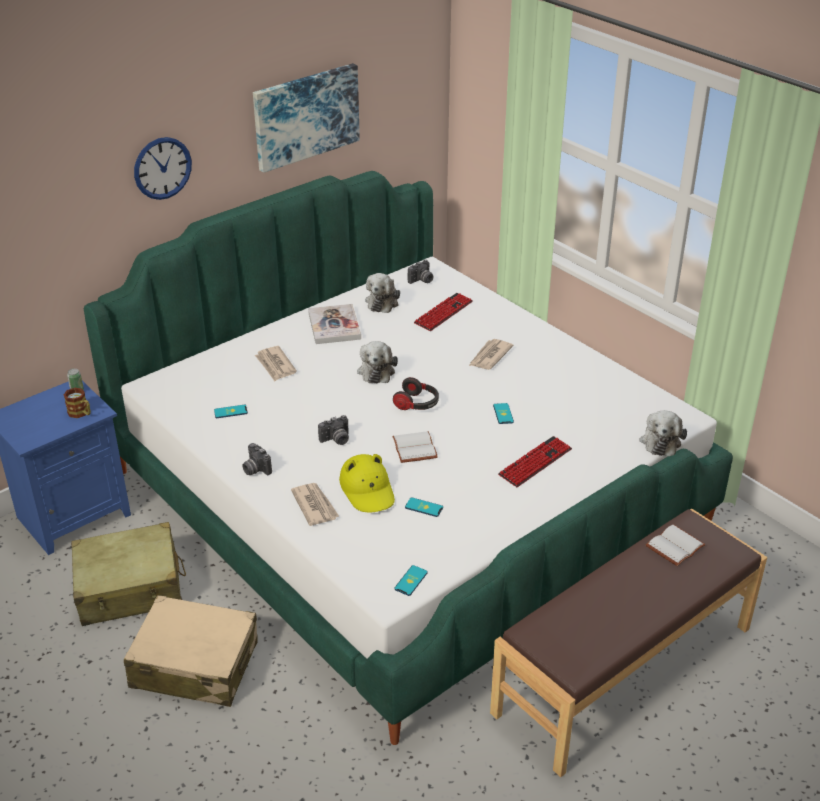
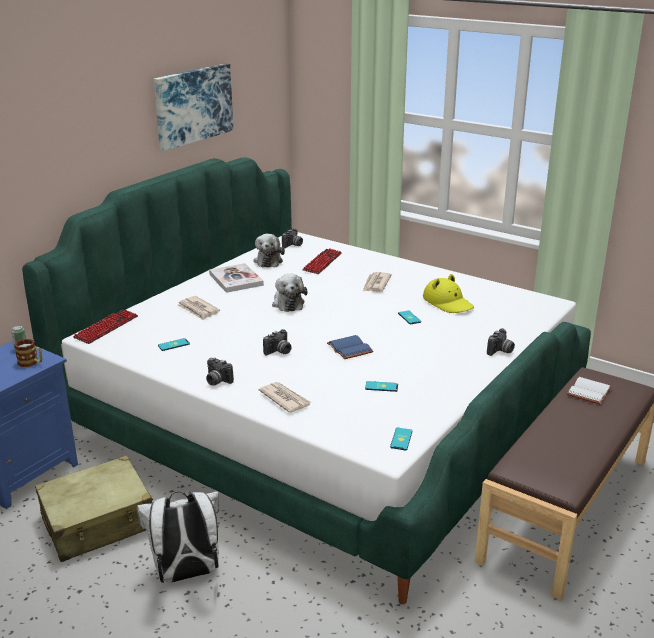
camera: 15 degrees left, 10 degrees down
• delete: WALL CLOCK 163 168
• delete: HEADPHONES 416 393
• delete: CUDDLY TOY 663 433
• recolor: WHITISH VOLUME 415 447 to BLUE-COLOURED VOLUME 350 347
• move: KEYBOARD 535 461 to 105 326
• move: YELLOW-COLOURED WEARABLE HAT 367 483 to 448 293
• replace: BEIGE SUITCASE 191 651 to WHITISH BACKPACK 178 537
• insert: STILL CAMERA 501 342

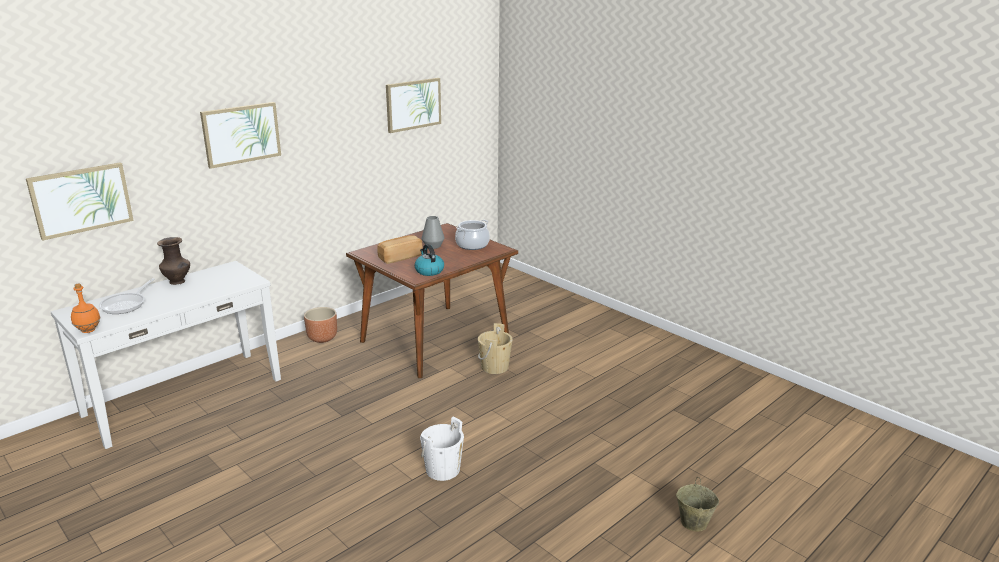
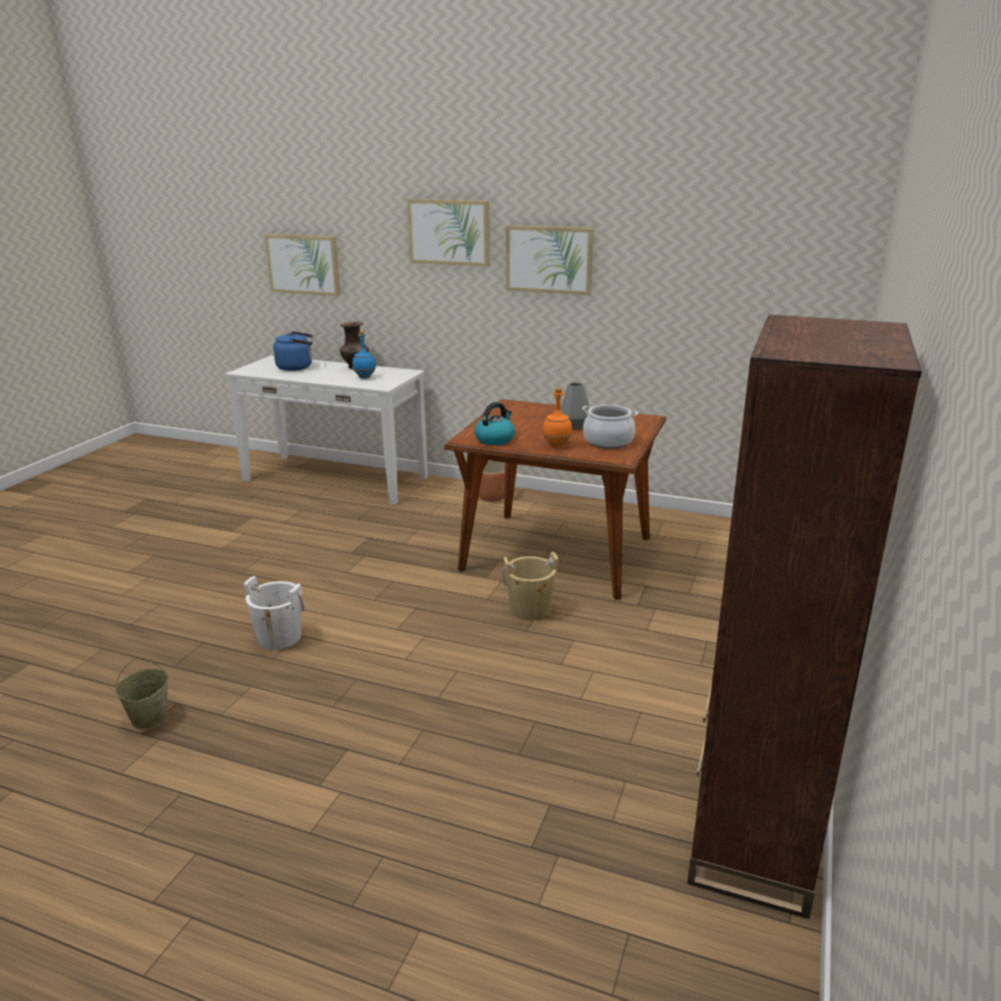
camera: 65 degrees right, 0 degrees up
• move: WALL ART 413 105 to 550 260
• delete: BREAD 400 249
• replace: FRYING PAN 127 296 to BLUE-COLOURED TEA KETTLE 293 351
• move: ORANGE-COLOURED BOTTLE 85 308 to 557 417
• move: BEIGE WATER BUCKET 697 504 to 141 693
• insert: BROWN-COLOURED BOOKSHELF 804 616
• insert: BLUE-COLOURED BOTTLE 364 355

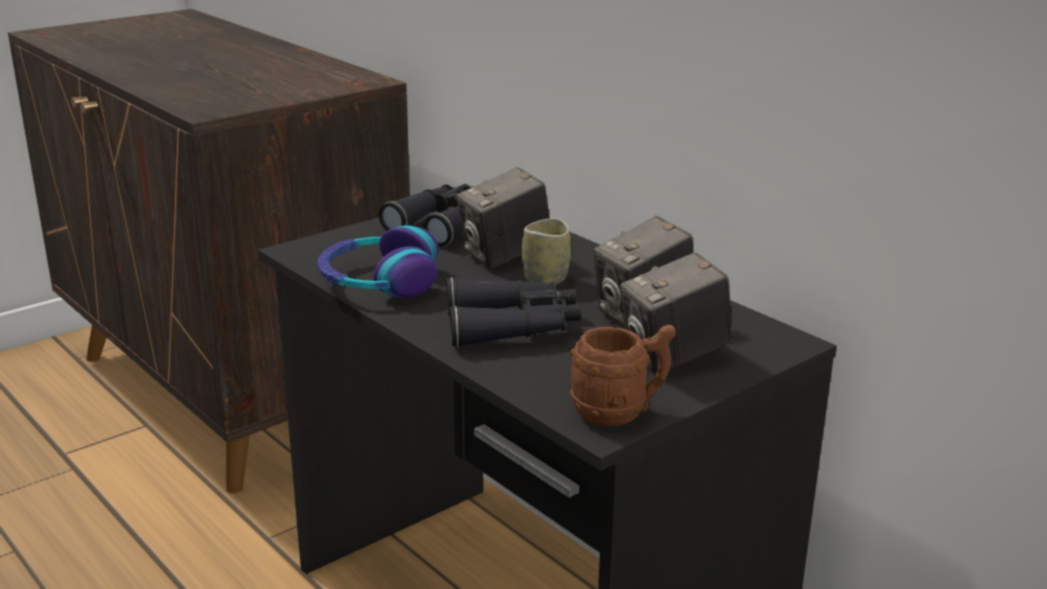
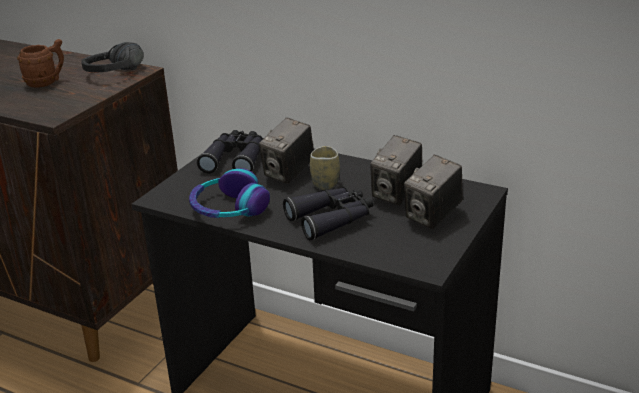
camera: 20 degrees left, 5 degrees up
• move: BROWN-COLOURED TEA MUG 623 375 to 40 63
• insert: BLACKISH HEADPHONES 112 57

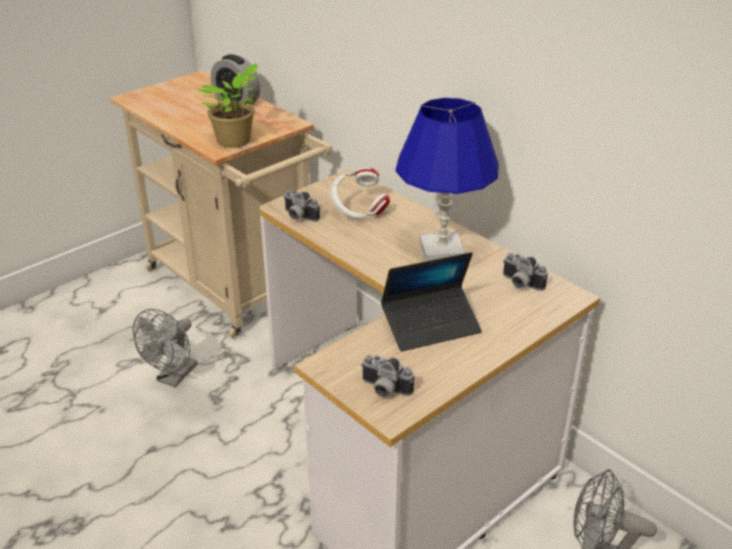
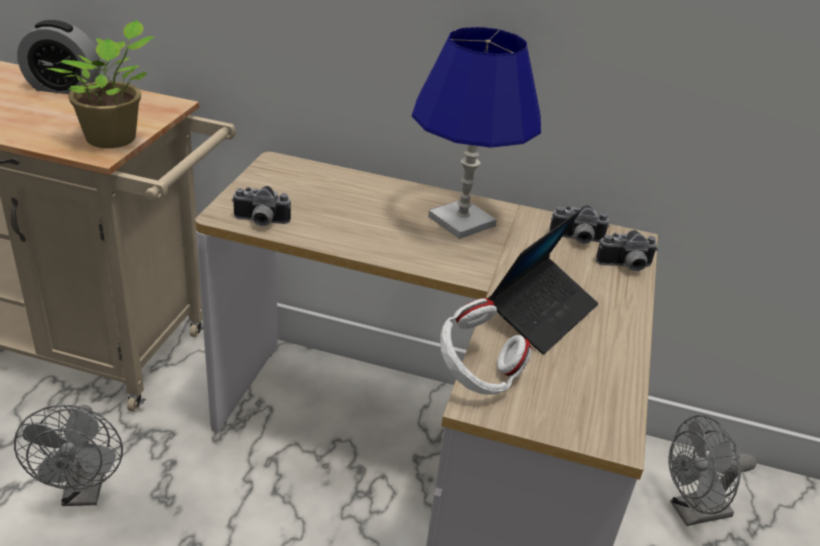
camera: 35 degrees left, 0 degrees up
• move: WHITISH HEADPHONES 360 193 to 486 346
• move: STILL CAMERA 387 376 to 627 251

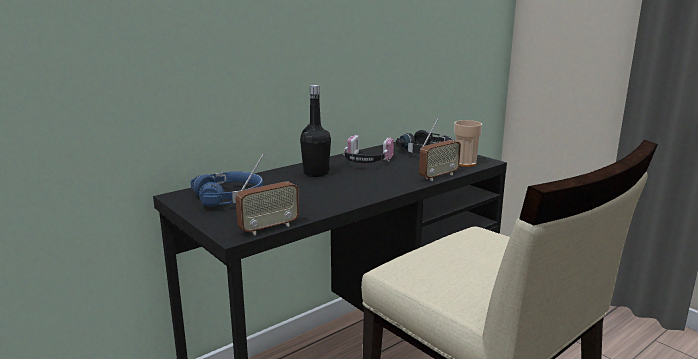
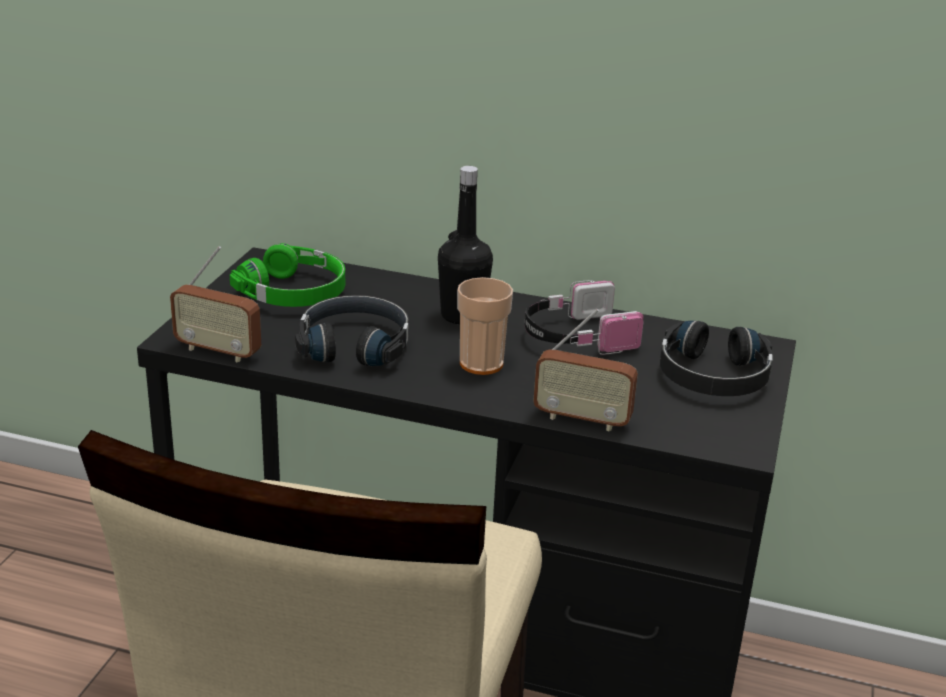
camera: 55 degrees right, 10 degrees up
• move: CUP 468 143 to 485 326
• recolor: BLUE-COLOURED HEADPHONES 227 189 to GREEN-COLOURED HEADPHONES 287 275
• insert: BLACKISH HEADPHONES 352 330

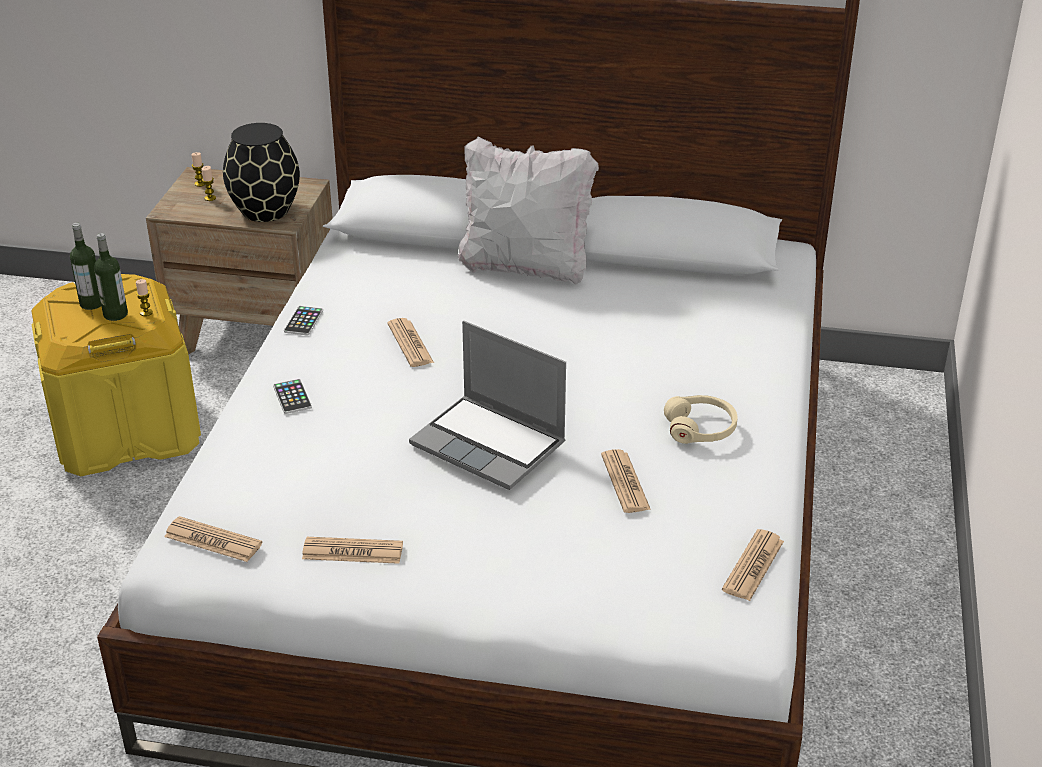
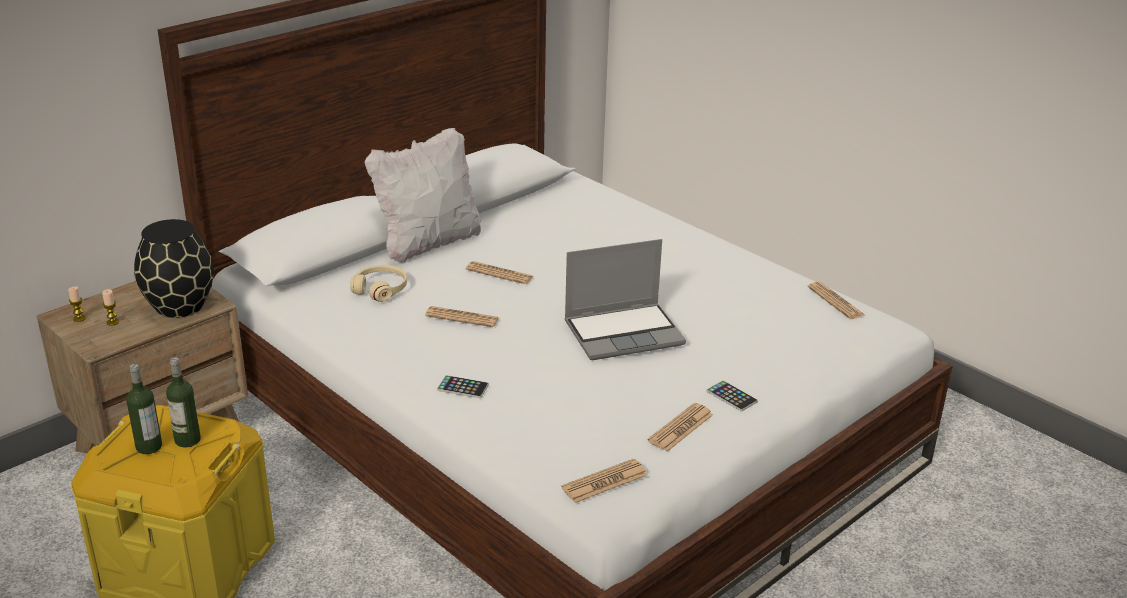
camera: 55 degrees left, 5 degrees down
• delete: WAX CANDLE 144 297
• move: TELEPHONE 303 321 to 732 396
• move: BEIGE HEADPHONES 701 419 to 378 283
• move: DAILY PAPER 626 481 to 500 272

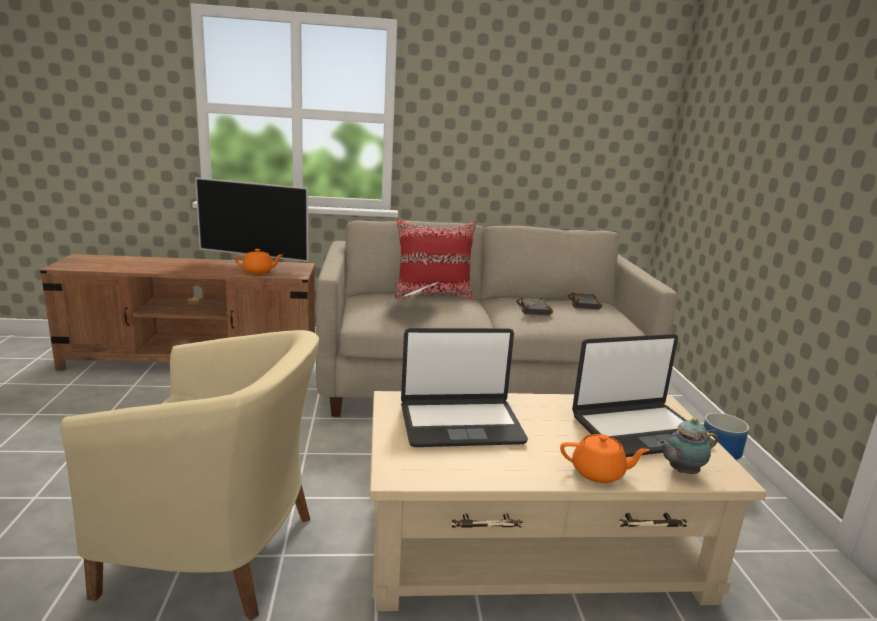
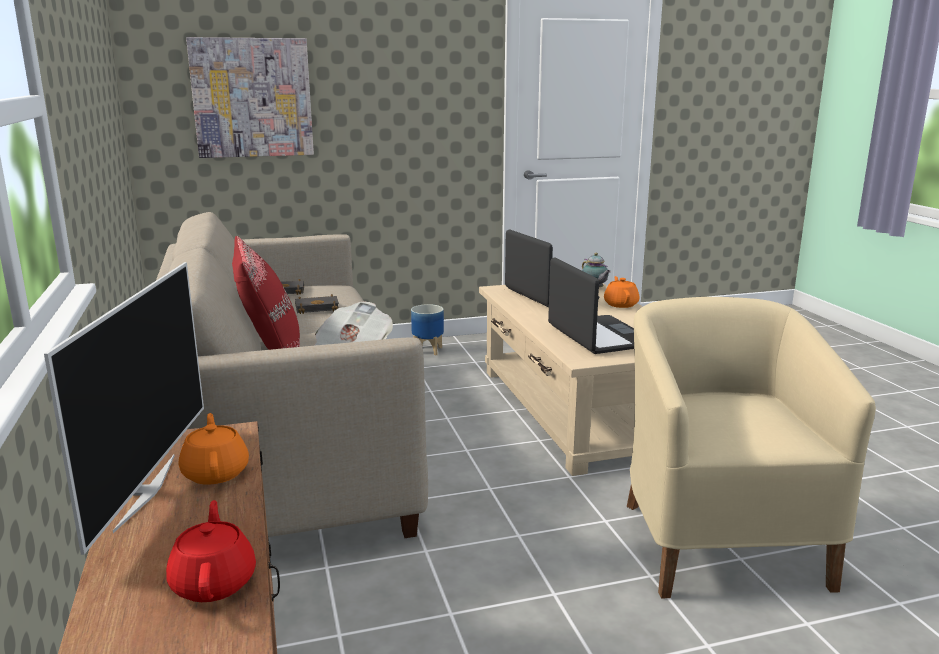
camera: 100 degrees left, 0 degrees up
• insert: WALL ART 250 97
• insert: RED-COLOURED TEAPOT 211 551

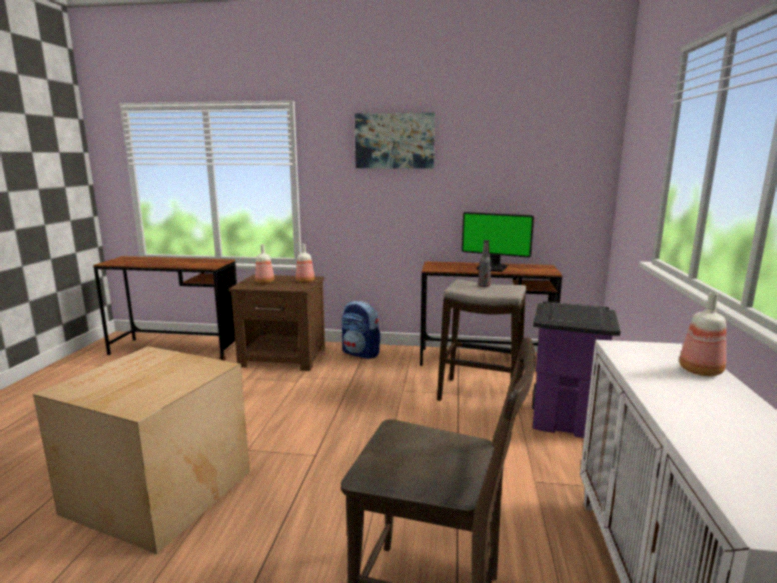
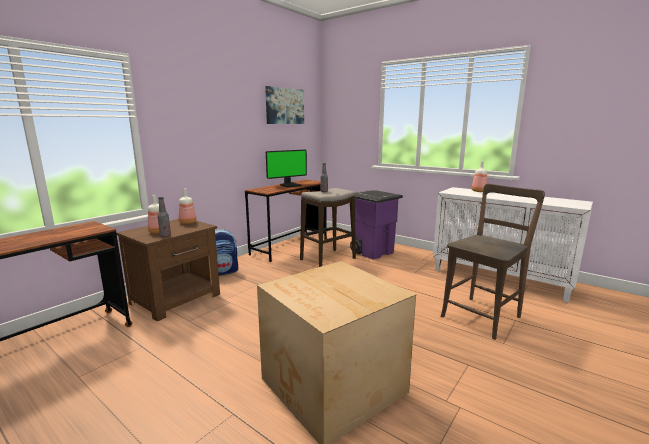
camera: 60 degrees left, 0 degrees up
• move: WALL ART 395 141 to 284 105
• insert: BOTTLE 164 217

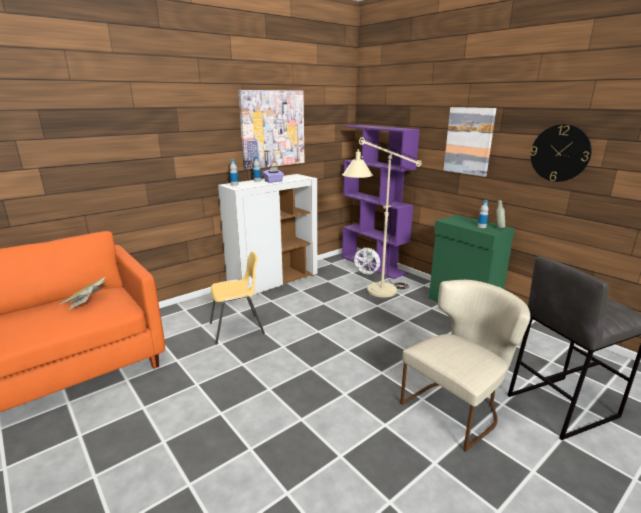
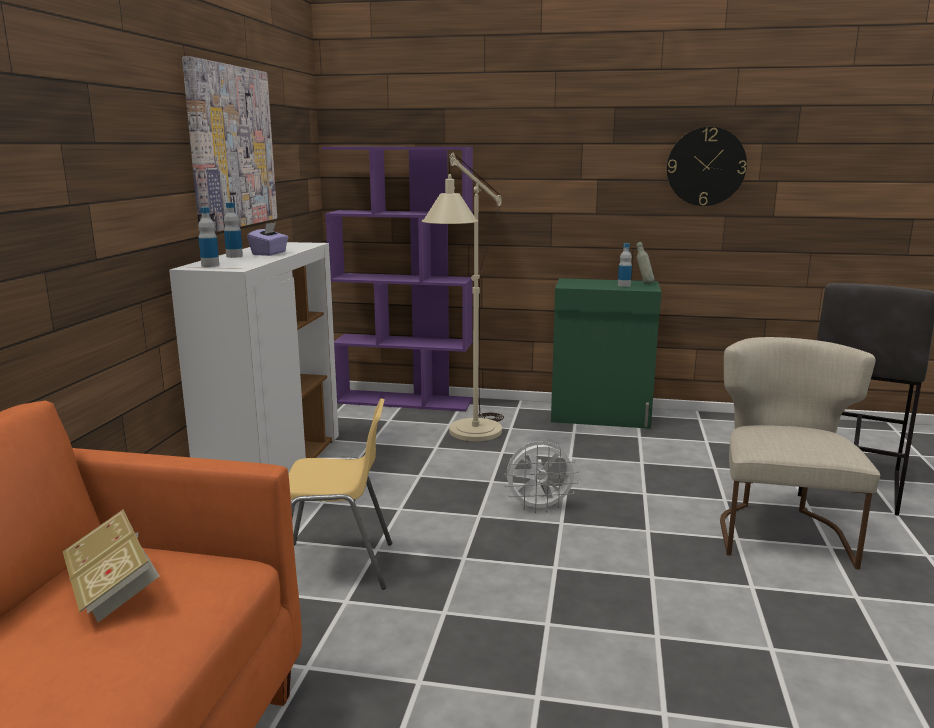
camera: 40 degrees left, 5 degrees down
• delete: WALL ART 470 142
• move: WHITISH FAN 366 262 to 541 477
• rotate: YELLOW-COLOURED UPRIGHT CHAIR 237 297 = 340 493 60 degrees clockwise

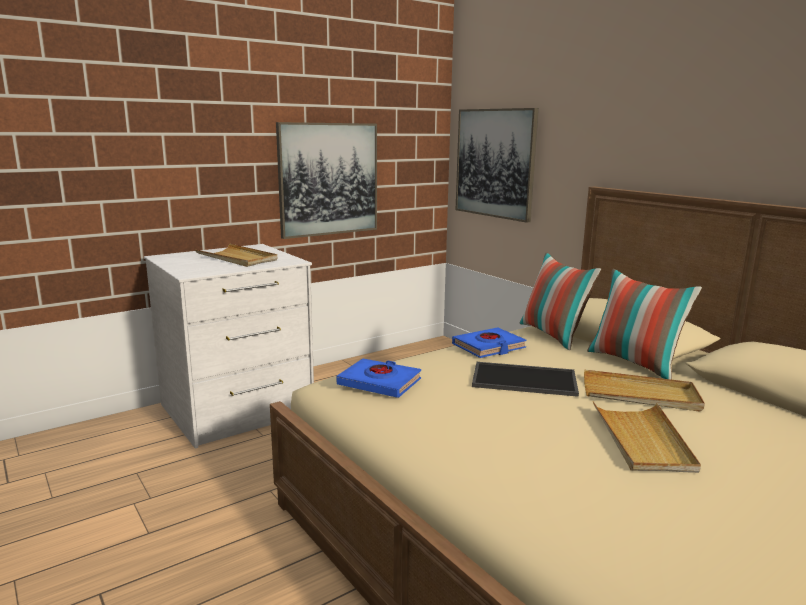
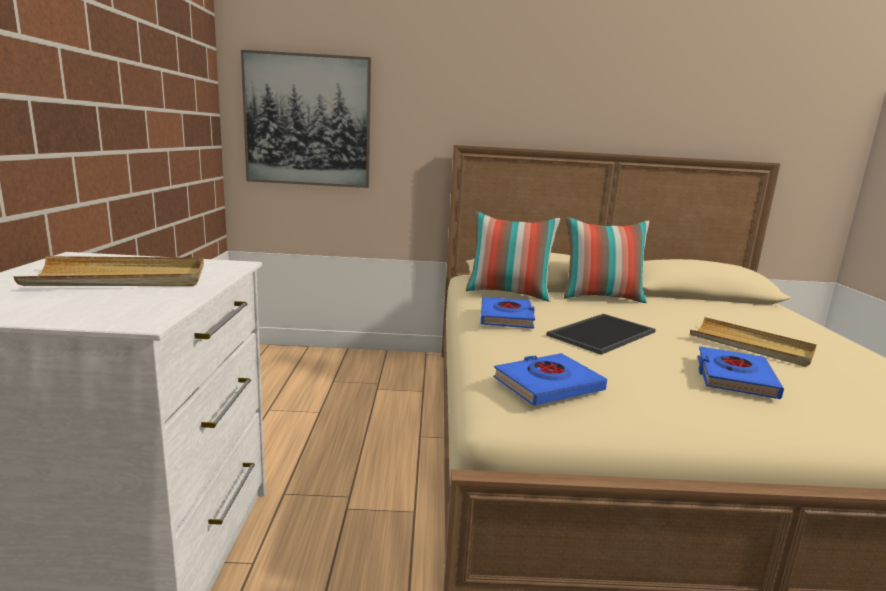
camera: 55 degrees left, 0 degrees up
• delete: WALL ART 326 180
• delete: BEIGE CARRYING TRAY 644 390
• insert: BLUE-COLOURED VOLUME 741 372

